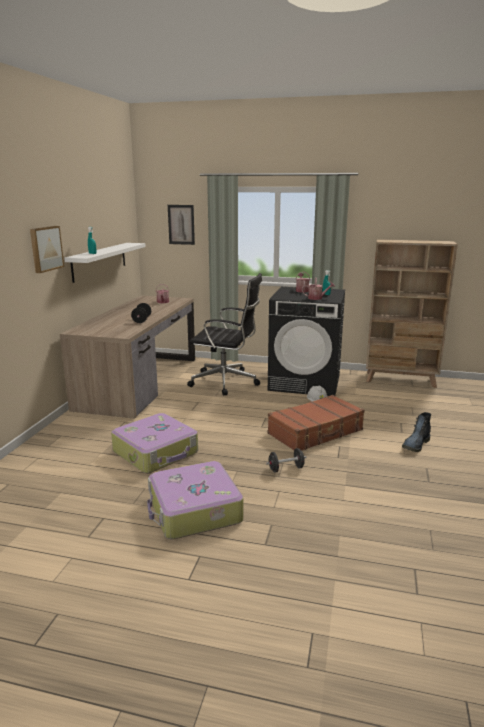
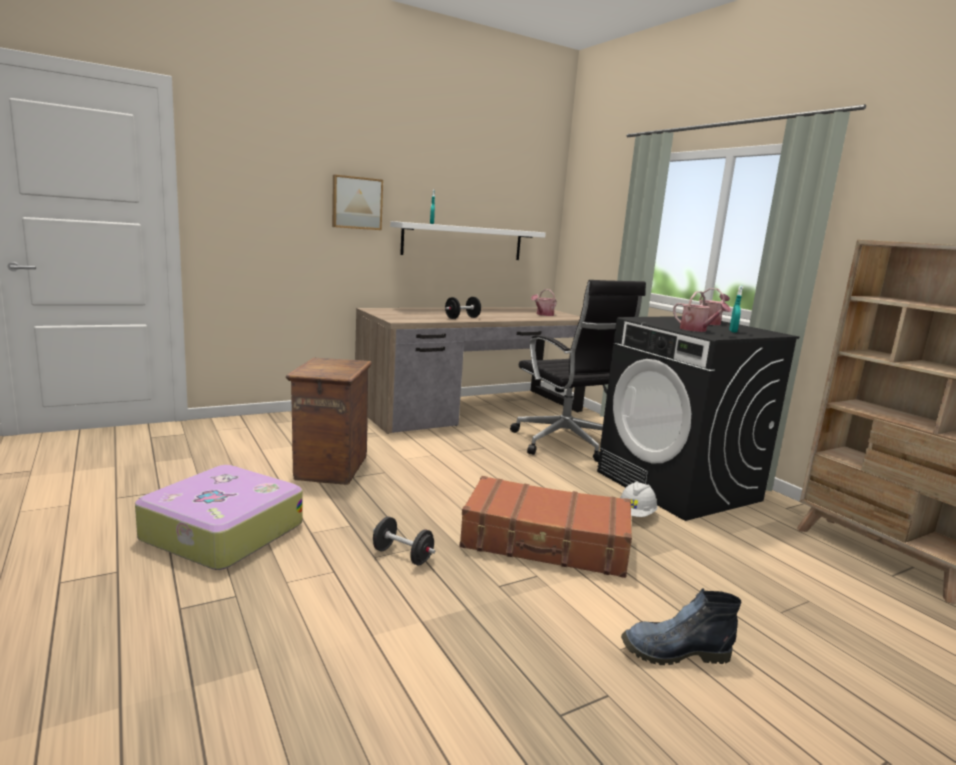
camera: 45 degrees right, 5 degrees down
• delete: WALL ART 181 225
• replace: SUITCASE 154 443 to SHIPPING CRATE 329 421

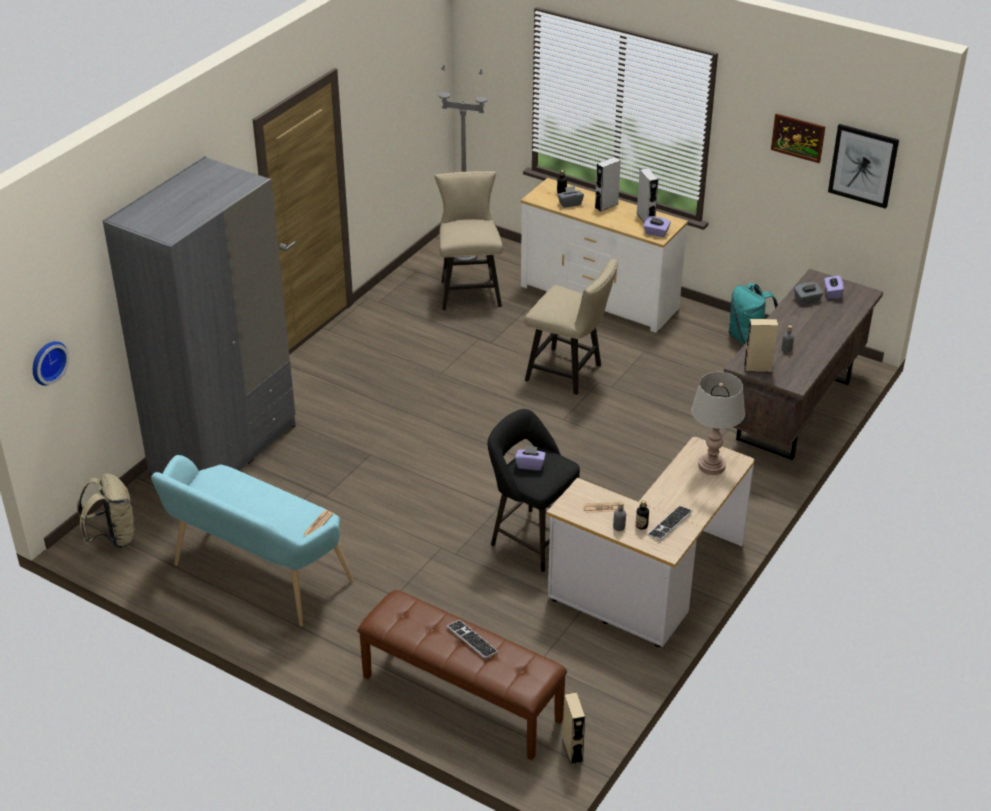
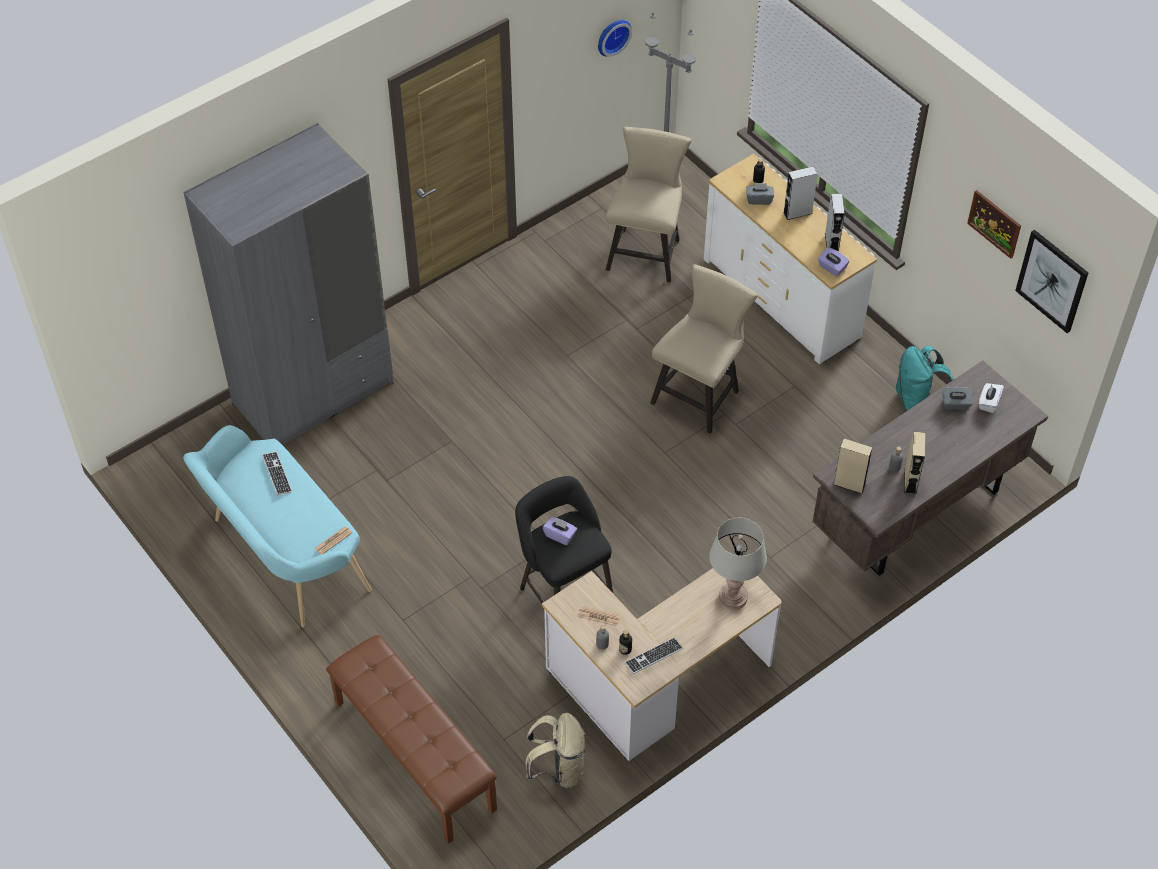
camera: 20 degrees right, 15 degrees up
• rotate: BEIGE UPRIGHT CHAIR 571 327 = 704 349 105 degrees counterclockwise
• recolor: PURPLISH TISSUE HOLDER 834 287 to WHITISH TISSUE HOLDER 991 398
• move: WALL CLOCK 51 363 to 615 38
• move: BEIGE BACKPACK 106 511 to 555 751
• move: KEYBOARD 472 639 to 277 473
• move: BEIGE LOUDSPEAKER 573 728 to 914 463

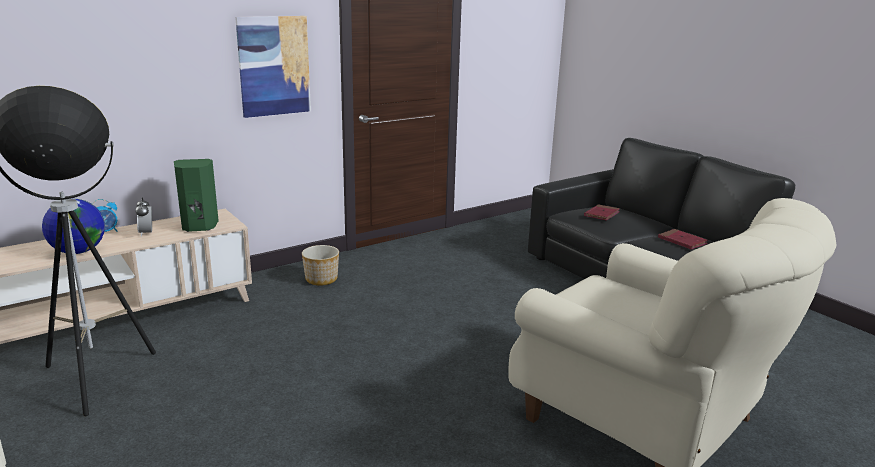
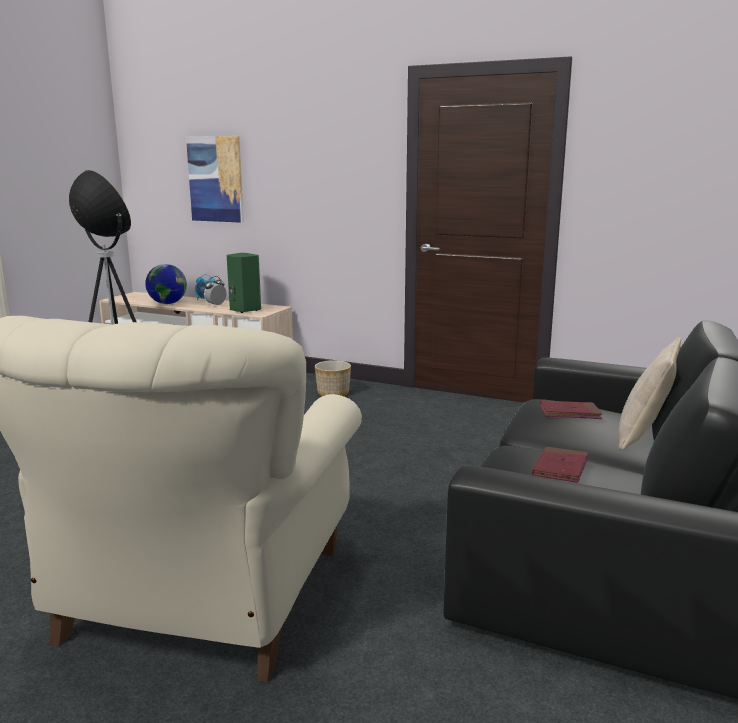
camera: 60 degrees right, 5 degrees down
• move: WALL ART 273 67 to 215 179
• insert: BEIGE THROW PILLOW 650 393

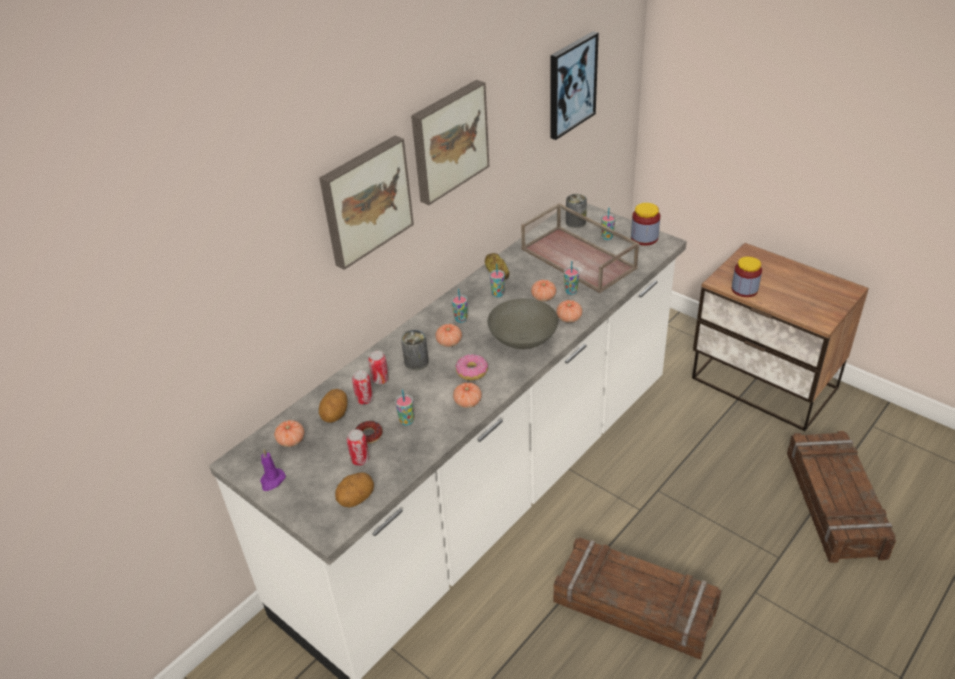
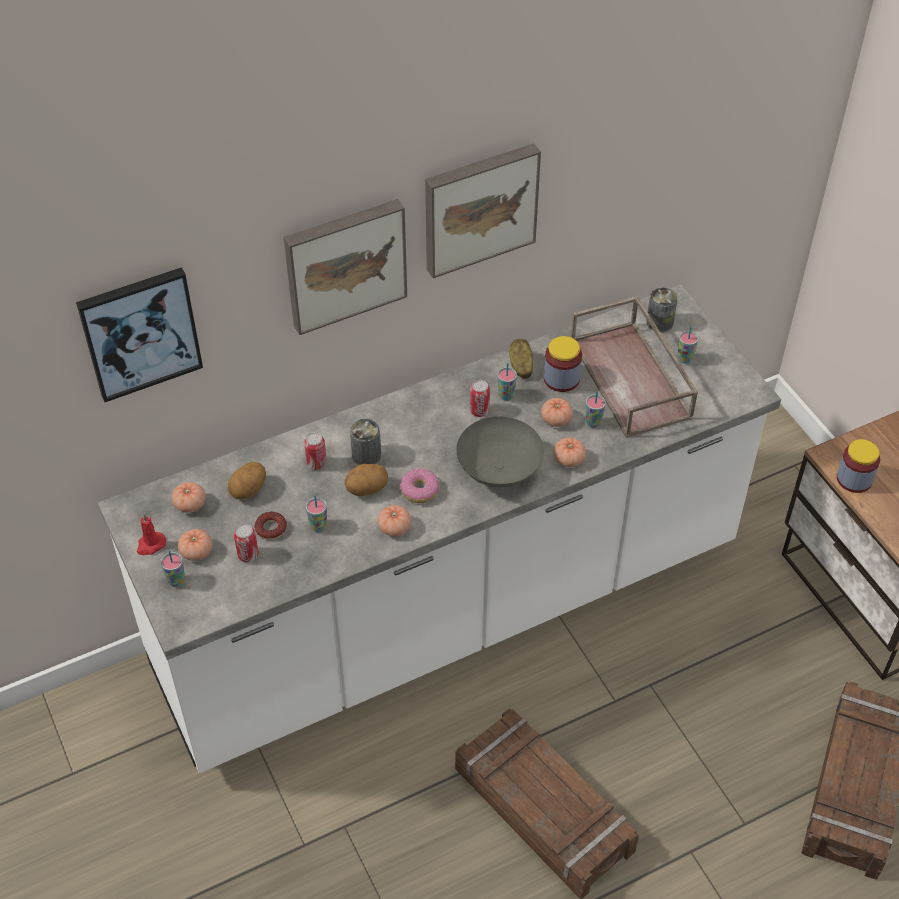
camera: 20 degrees right, 10 degrees up
• move: WALL ART 574 85 to 139 334
• move: PRESERVE JAR 645 224 to 563 364
• move: CUP 460 306 to 173 568
• move: TOMATO 449 335 to 195 545
• move: CAN 362 387 to 480 398
• recolor: PURPLISH WAX CANDLE 273 470 to RED-COLOURED WAX CANDLE 151 534
• move: POTATO 354 490 to 366 480

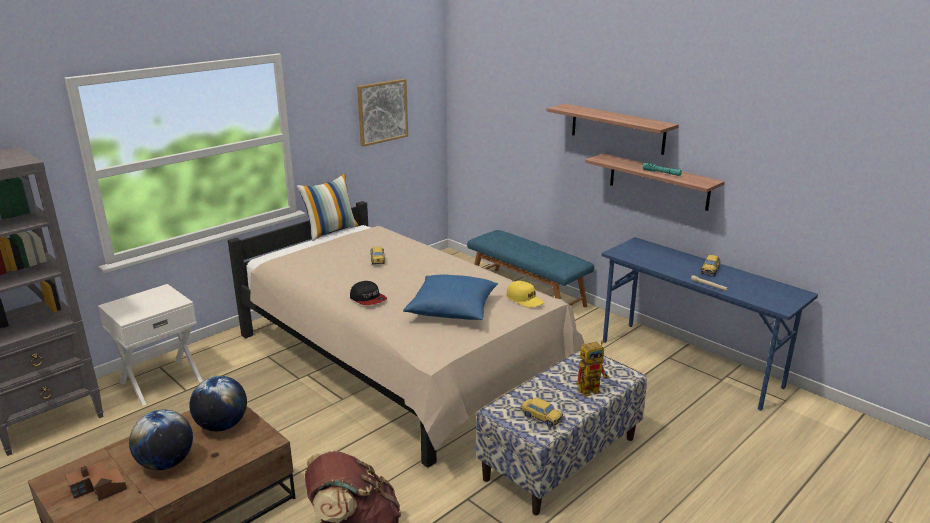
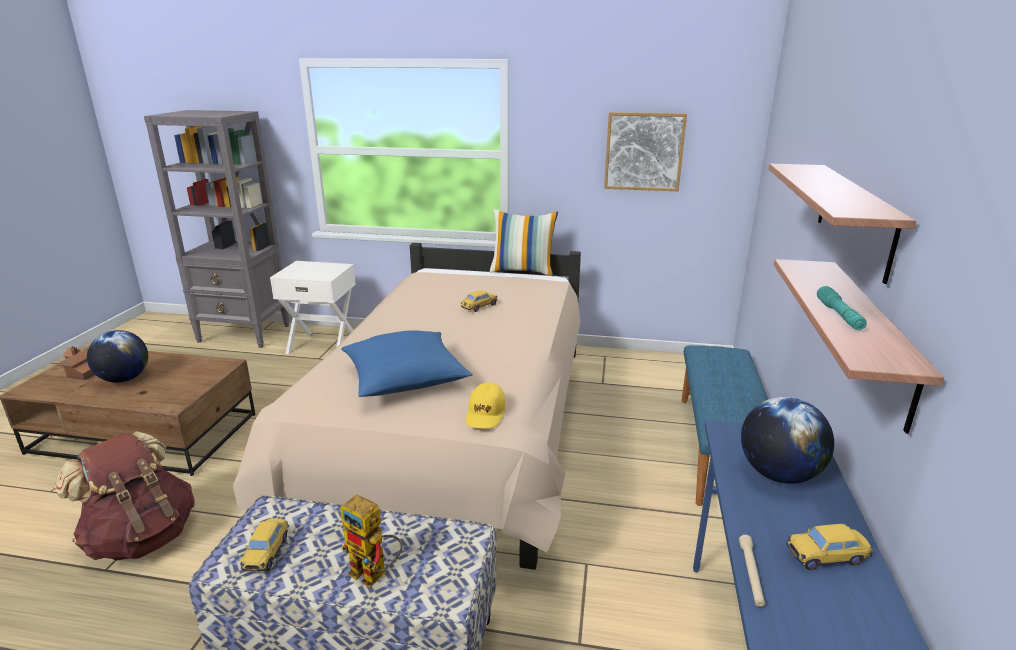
camera: 55 degrees right, 0 degrees up
• delete: PEAKED CAP 368 293
• move: GLOBE 218 403 to 787 440

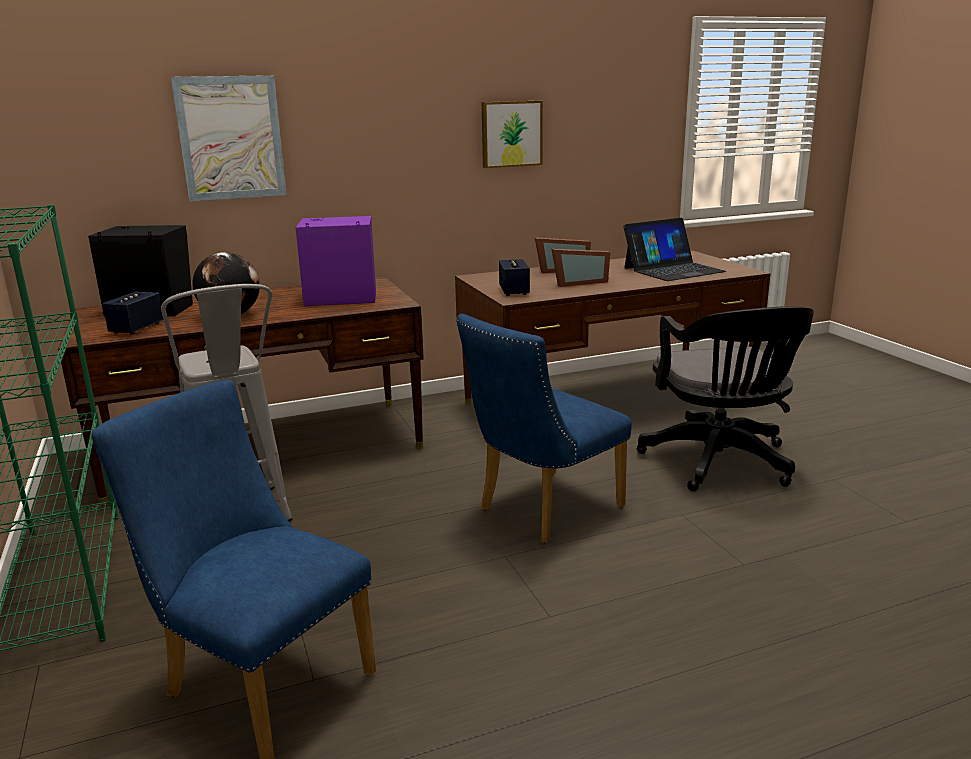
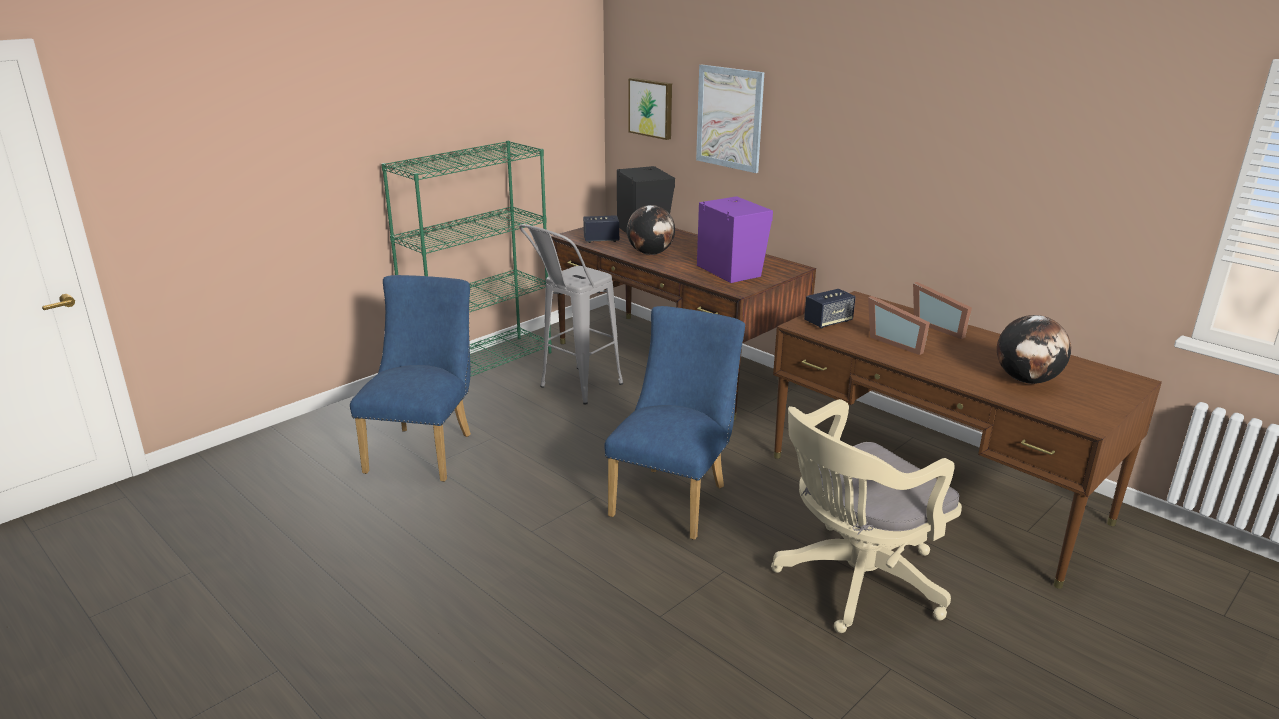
camera: 65 degrees right, 5 degrees up
• move: WALL ART 512 134 to 650 109
• replace: LAPTOP 674 249 to GLOBE 1034 349
• recolor: BLACKISH COMPUTER CHAIR 725 398 to BEIGE COMPUTER CHAIR 866 516
• rotate: BLUE-COLOURED UPRIGHT CHAIR 544 428 = 674 423 90 degrees clockwise

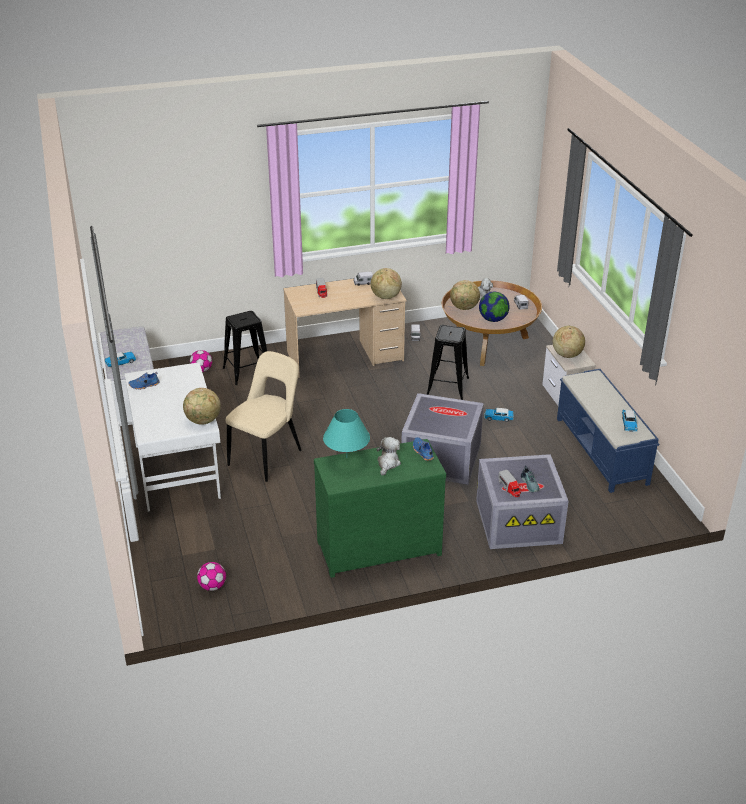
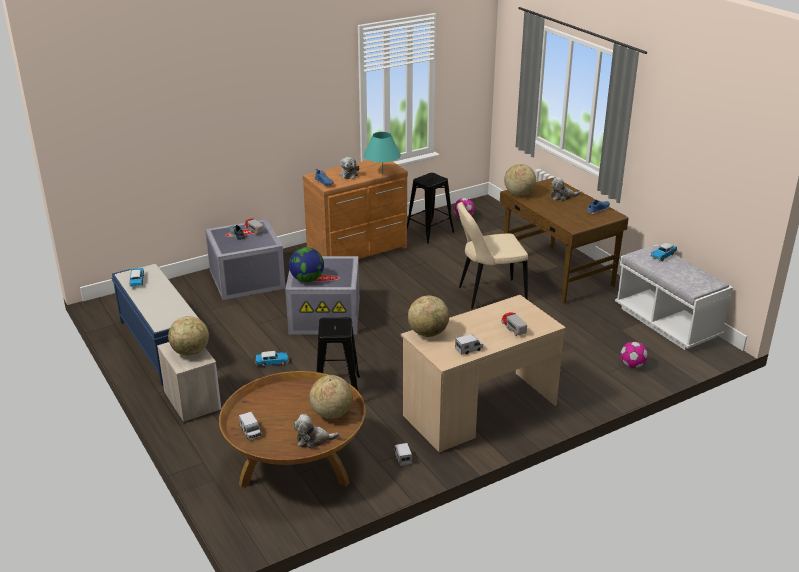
camera: 165 degrees right, 5 degrees down
• move: GLOBE 494 307 to 306 264
• move: BLACKISH STOOL 245 348 to 430 208
• rotate: BEIGE UPRIGHT CHAIR 263 416 = 492 255 60 degrees clockwise
• recolor: WHITISH DESK UNIT 173 437 to BROWN-COLOURED DESK UNIT 564 240
• recolor: GREEN-COLOURED DRAWER CHEST 380 508 to BROWN-COLOURED DRAWER CHEST 355 209
• insert: CUDDLY TOY 565 189

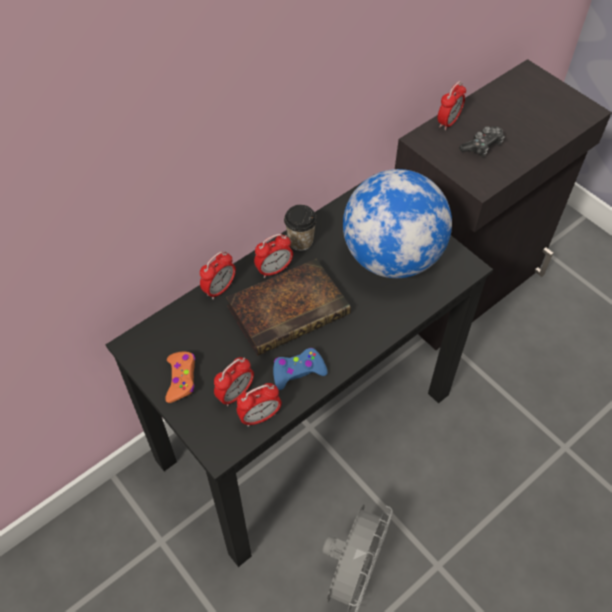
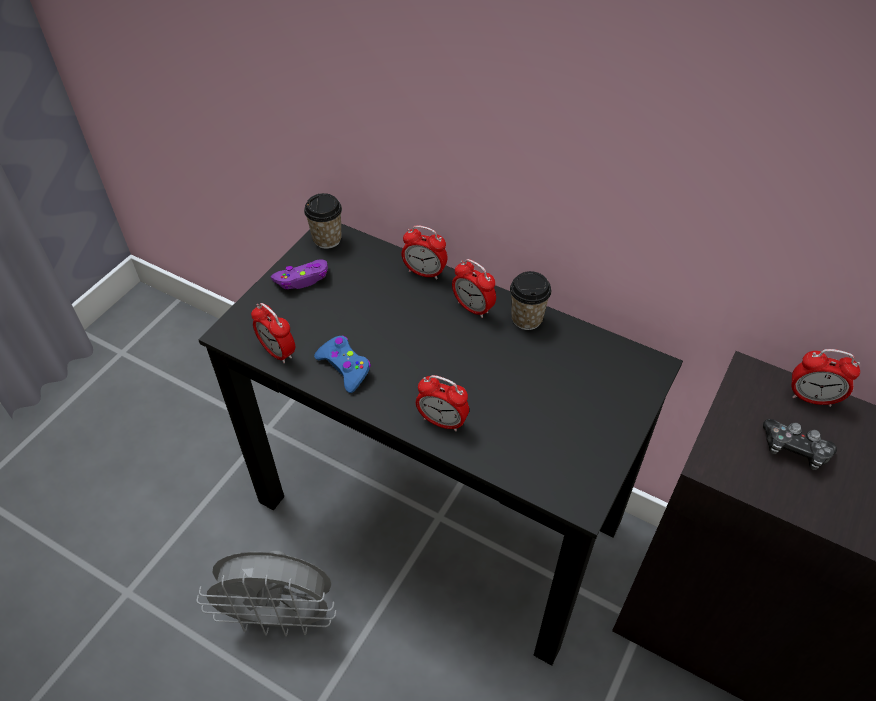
camera: 70 degrees right, 5 degrees down
• delete: GLOBE 397 223
• delete: VOLUME 288 307
• recolor: ORANGE-COLOURED GAMEPAD 180 377 to PURPLISH GAMEPAD 299 274
• move: TABLE CLOCK 234 381 to 442 403
• insert: CUP 323 221

